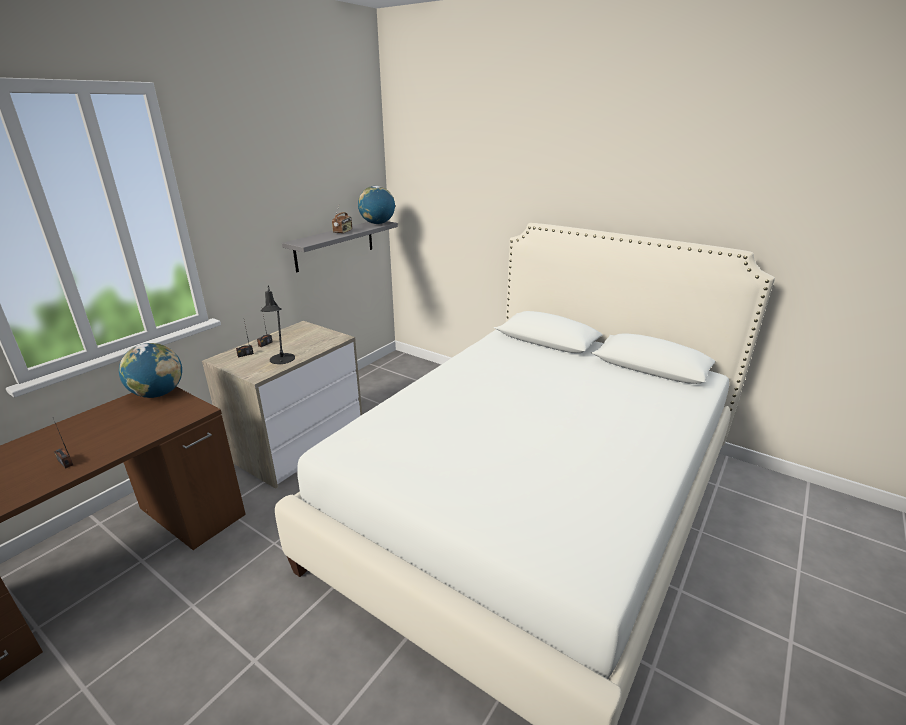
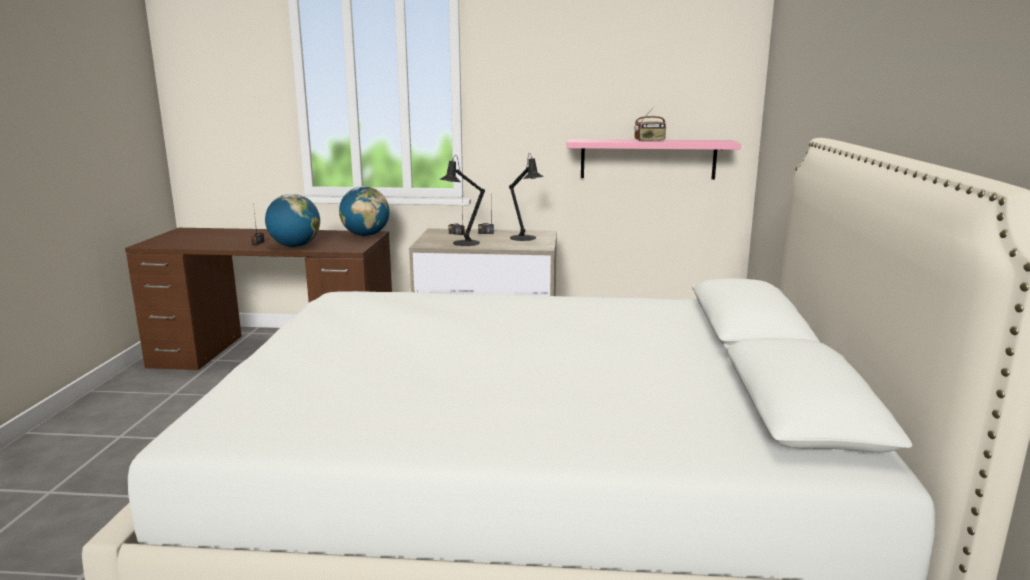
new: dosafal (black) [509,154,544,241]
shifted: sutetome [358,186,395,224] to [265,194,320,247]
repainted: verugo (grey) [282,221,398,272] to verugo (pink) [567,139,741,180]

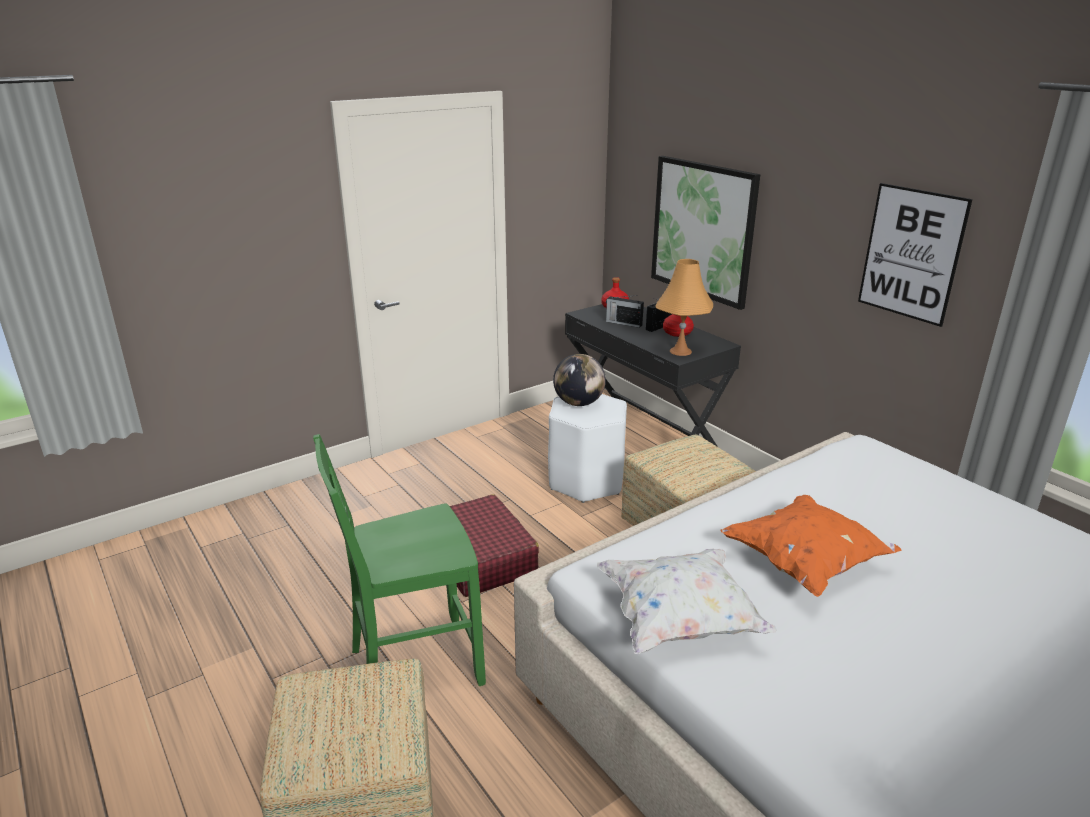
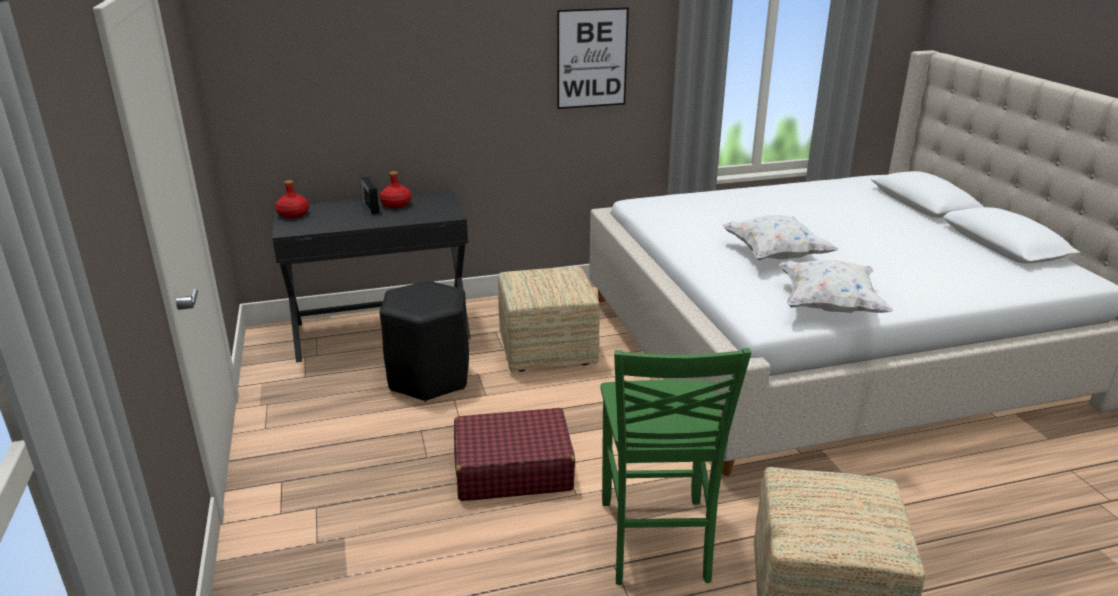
gone: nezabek [651,156,760,310]; dosafal (orange) [655,259,713,356]; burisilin [606,295,644,328]; sutetome [553,354,606,406]
repainted: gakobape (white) [548,394,627,503] to gakobape (black) [379,281,469,402]; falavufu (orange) [720,495,902,597] to falavufu (white) [722,215,839,260]

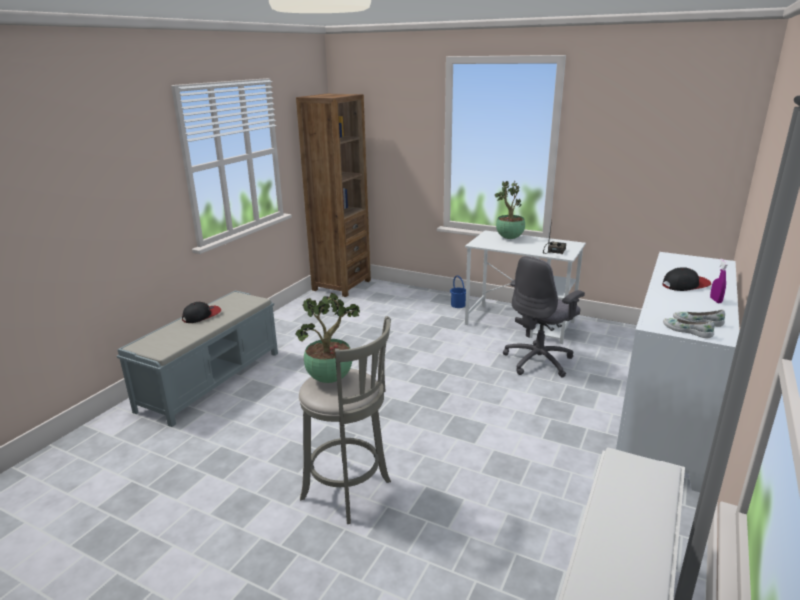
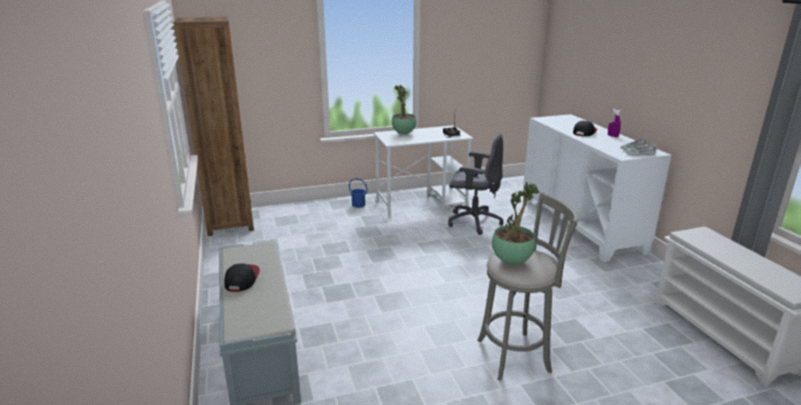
rotated: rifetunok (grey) [503,256,585,378] = [448,133,504,235] 75 degrees counterclockwise

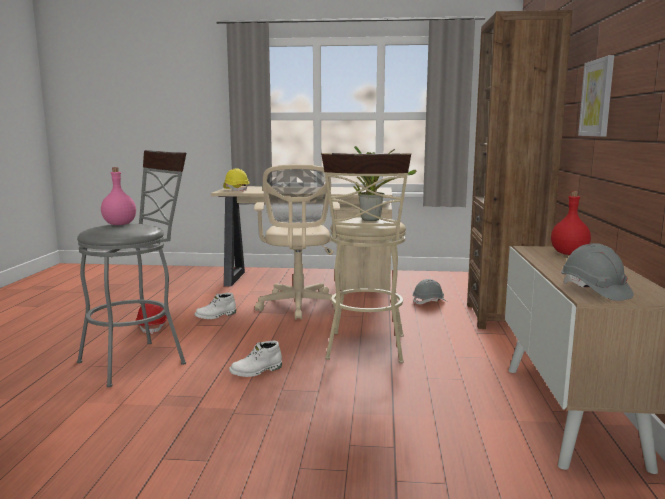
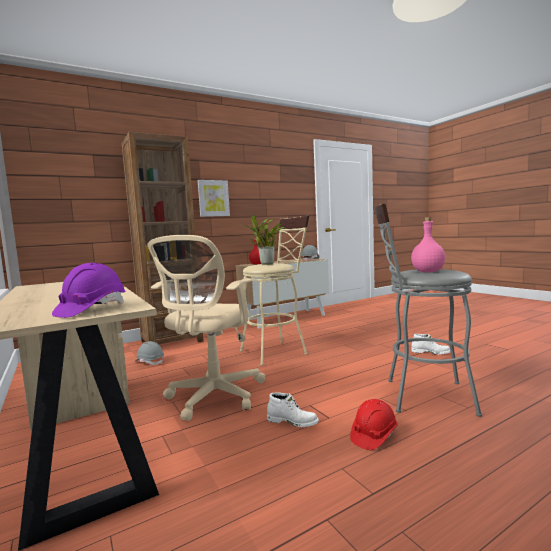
shifted: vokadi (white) [229,341,282,377] to [411,334,451,354]
repainted: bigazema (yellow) [223,168,250,192] to bigazema (purple) [52,263,125,318]
rotated: rifetunok (beige) [254,164,340,320] = [148,235,266,421] 150 degrees clockwise

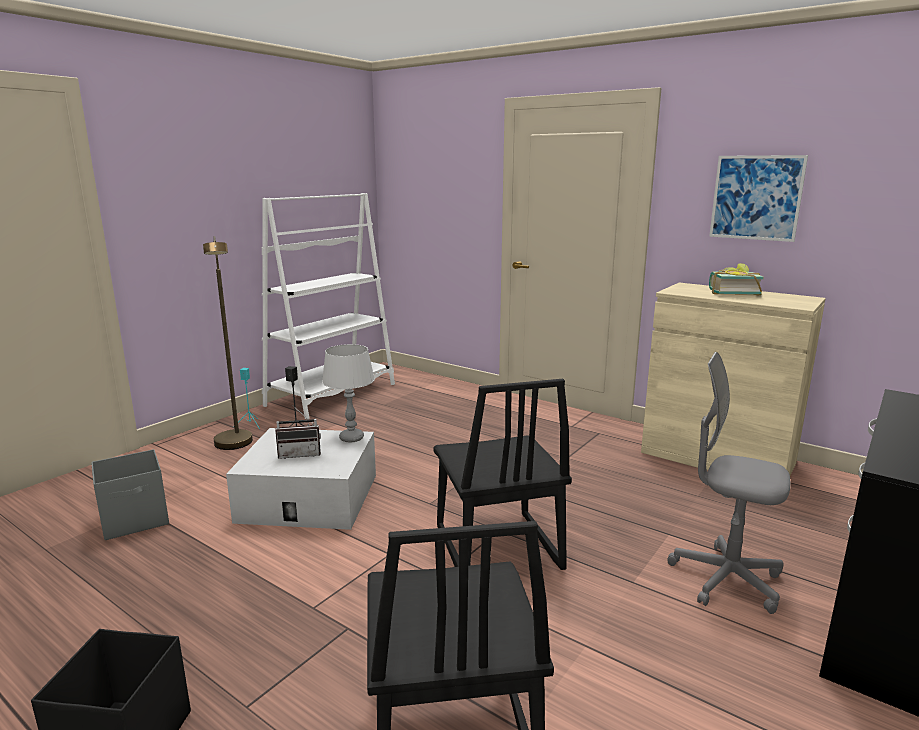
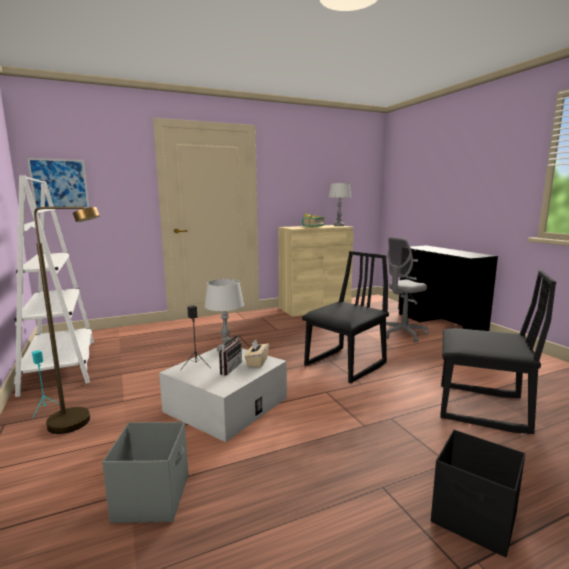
new: dosafal (grey) [328,183,351,226]; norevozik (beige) [244,339,269,367]
shifted: nezabek [709,155,808,242] to [27,158,89,208]
rotated: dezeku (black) [433,379,572,570] = [302,251,389,384] 60 degrees counterclockwise

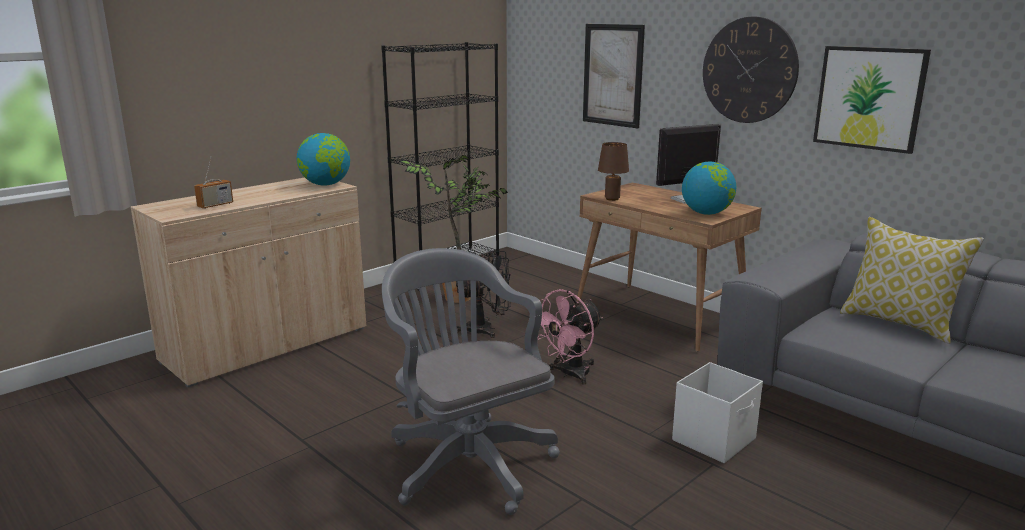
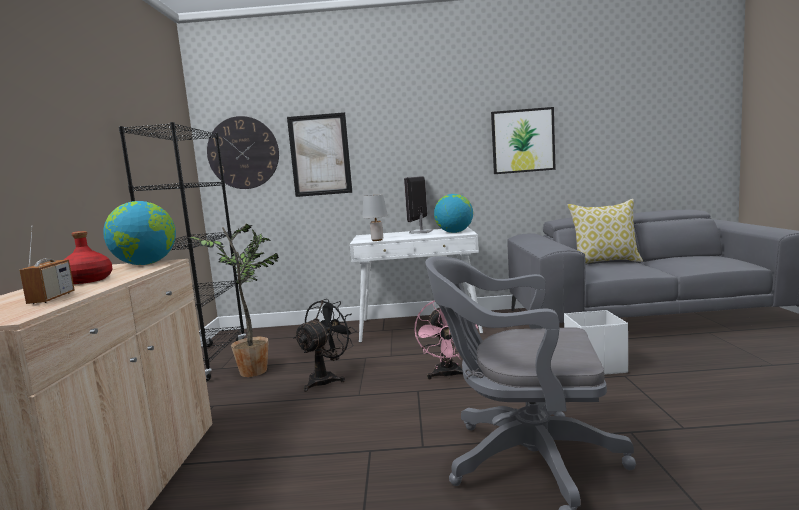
new: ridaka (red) [64,231,112,284]
shifted: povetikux [703,17,799,123] to [207,116,279,189]
repainted: dosafal (brown) [598,142,629,201] to dosafal (grey) [362,194,388,241]; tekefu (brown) [576,183,762,352] to tekefu (white) [350,227,483,343]

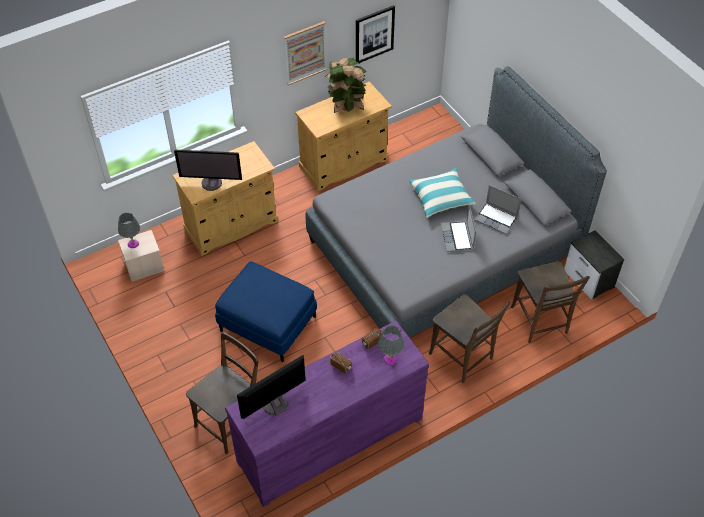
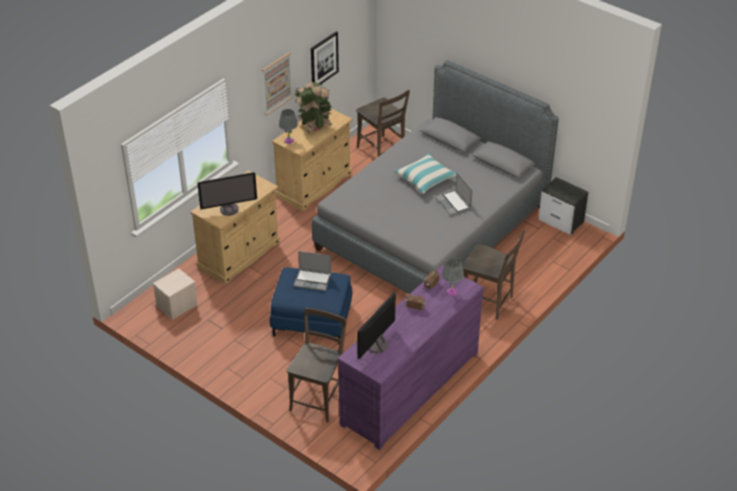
shifted: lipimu [474,185,521,234] to [294,251,331,291]; dosafal (grey) [118,213,140,248] to [279,109,298,144]; dezeku (brown) [511,261,590,343] to [356,90,410,157]

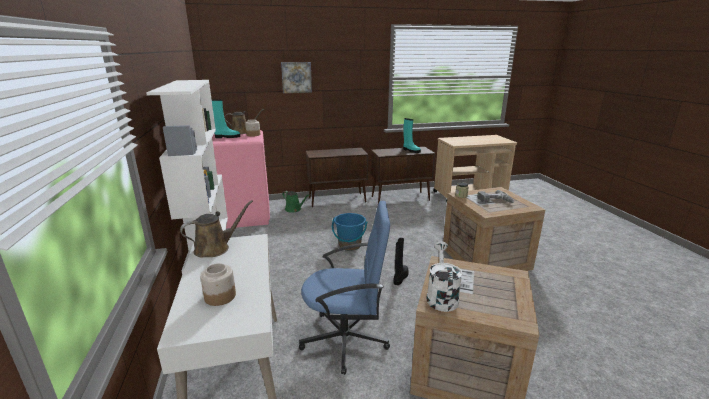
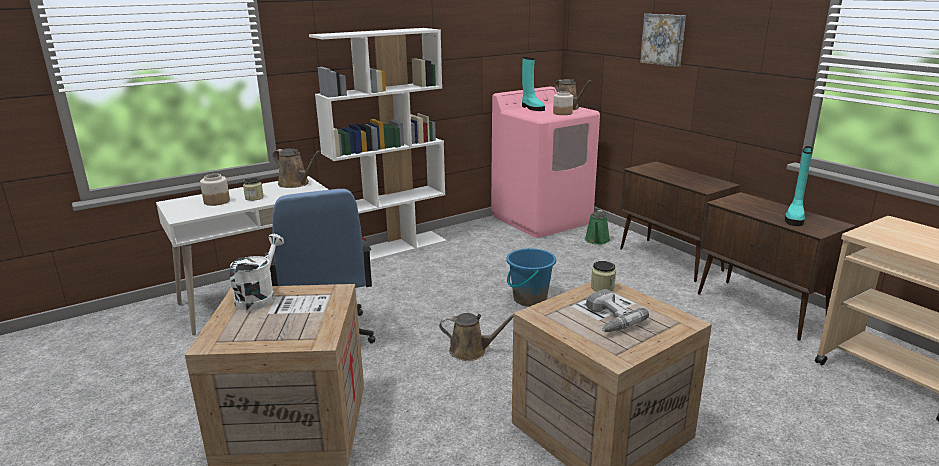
new: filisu [243,178,264,201]
swapped: vokadi (black) [394,238,409,285] to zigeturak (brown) [439,313,513,361]
rotated: zigeturak (white) [426,241,463,312] = [229,234,284,310] 60 degrees counterclockwise

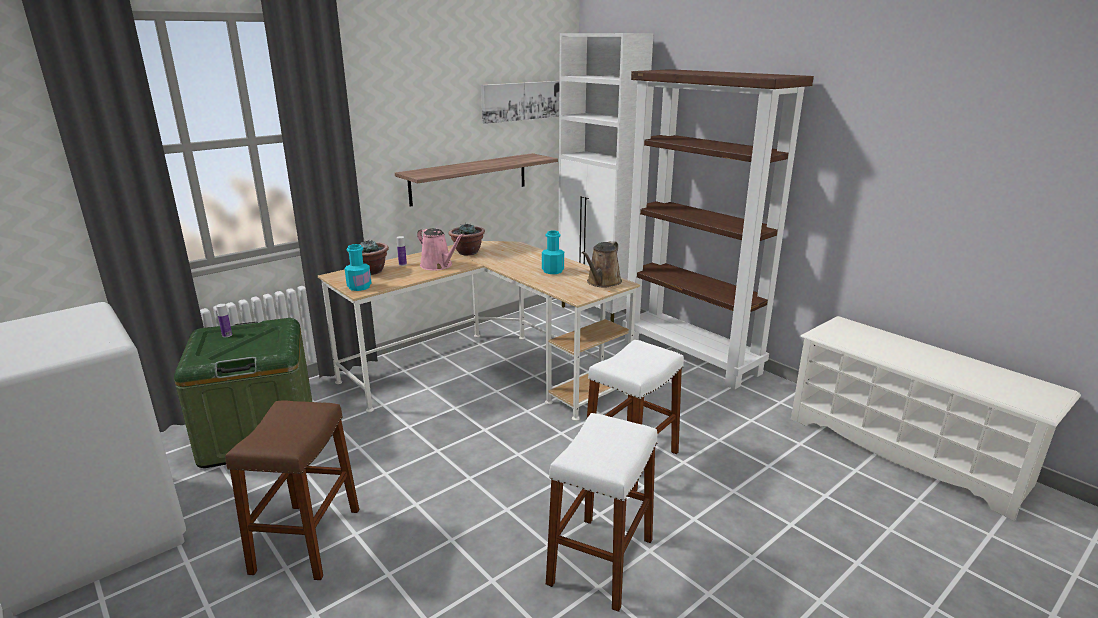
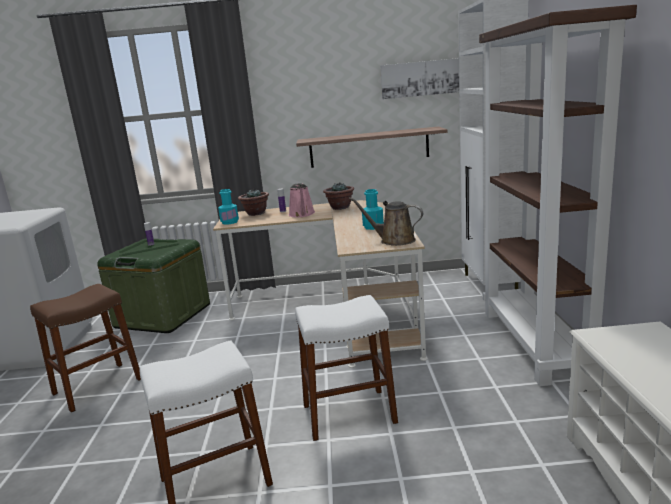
rotated: zigeturak (brown) [582,241,622,287] = [349,197,423,246] 45 degrees clockwise

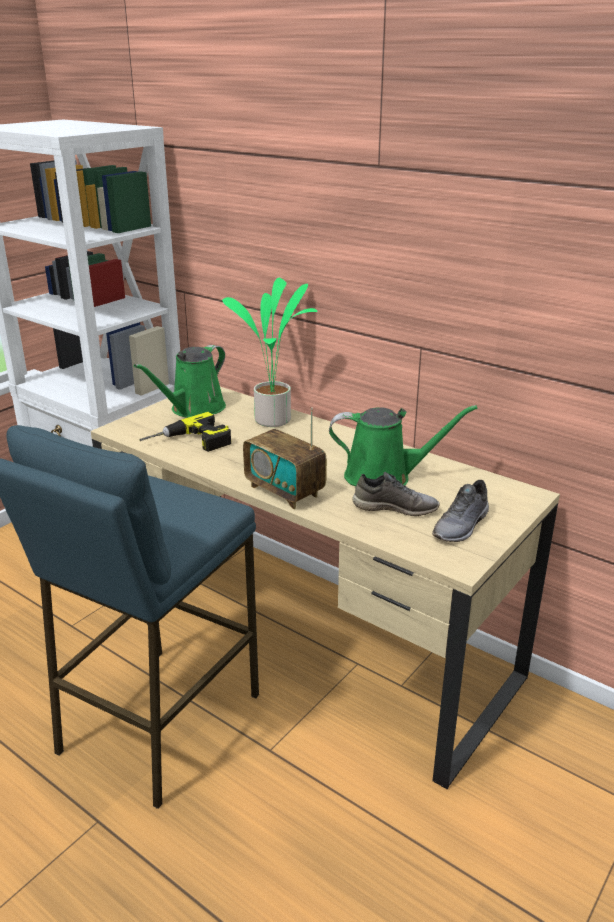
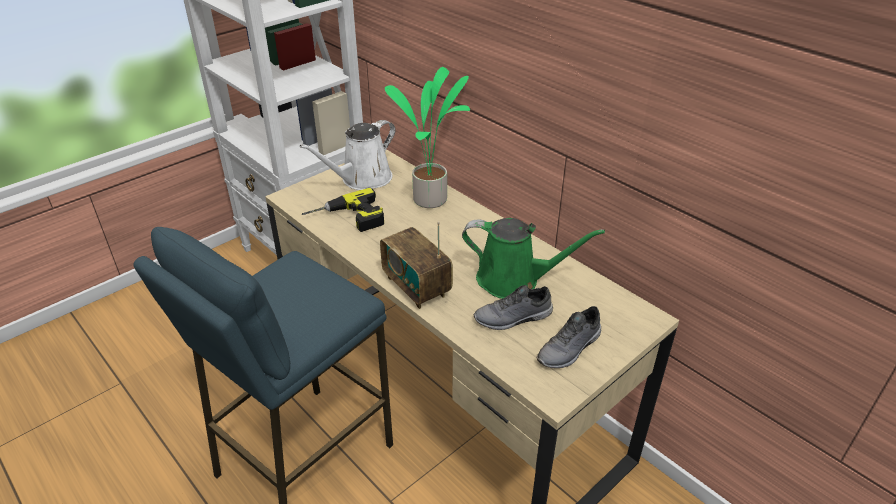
repainted: zigeturak (green) [134,345,226,418] to zigeturak (white) [299,120,396,190]
rotated: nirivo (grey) [352,472,440,516] = [474,285,553,330] 150 degrees clockwise

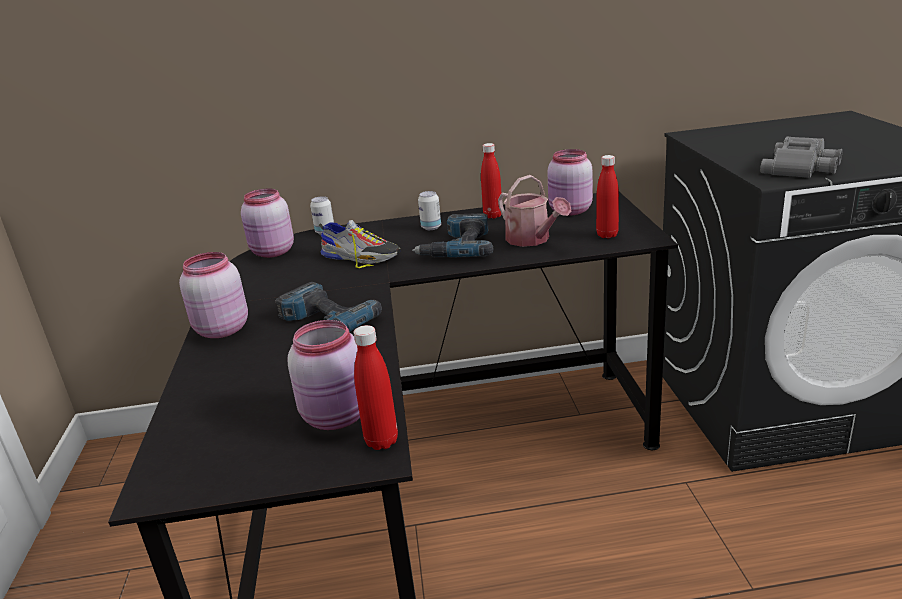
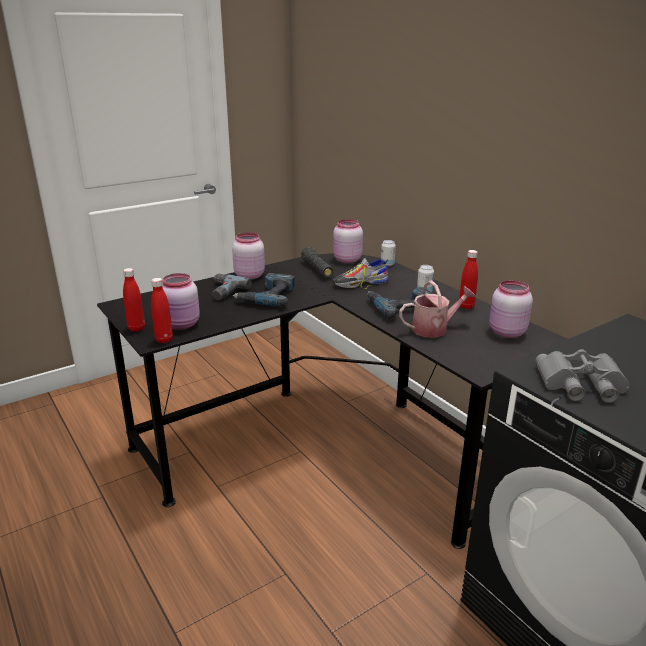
new: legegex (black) [301,247,333,278]; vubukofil [212,274,251,300]
shifted: ridaka (red) [596,155,619,238] to [123,268,145,332]
rotated: zigeturak [498,175,571,247] = [399,281,476,338] 135 degrees counterclockwise; nirivo [319,220,401,268] = [333,258,389,289] 75 degrees clockwise

